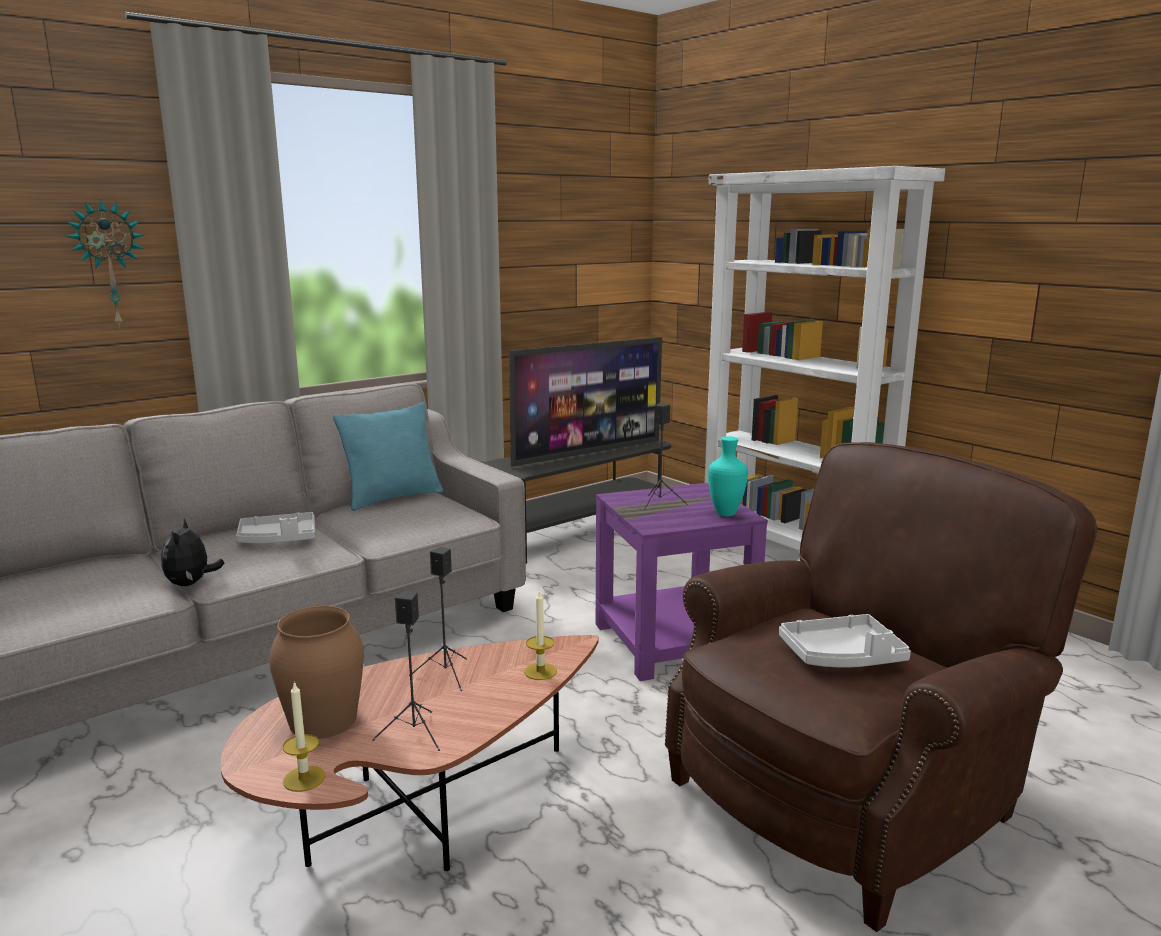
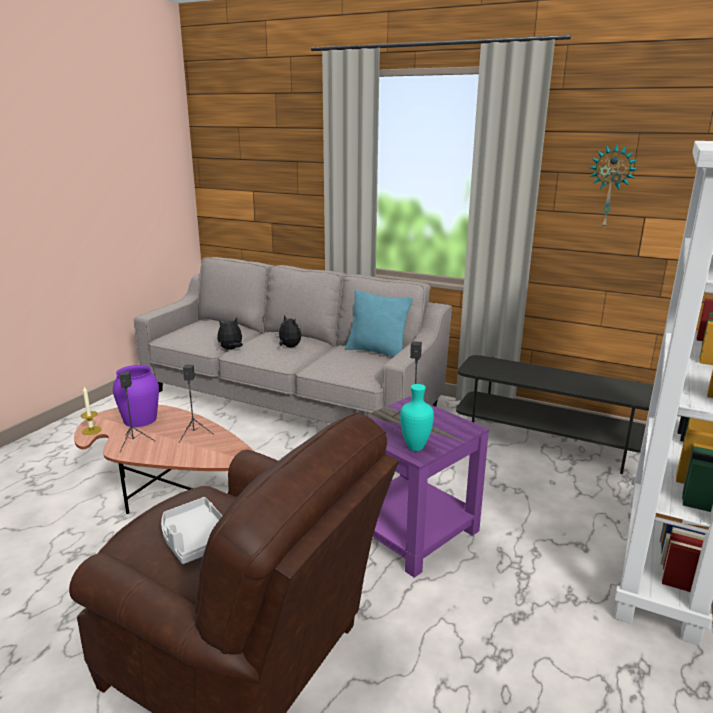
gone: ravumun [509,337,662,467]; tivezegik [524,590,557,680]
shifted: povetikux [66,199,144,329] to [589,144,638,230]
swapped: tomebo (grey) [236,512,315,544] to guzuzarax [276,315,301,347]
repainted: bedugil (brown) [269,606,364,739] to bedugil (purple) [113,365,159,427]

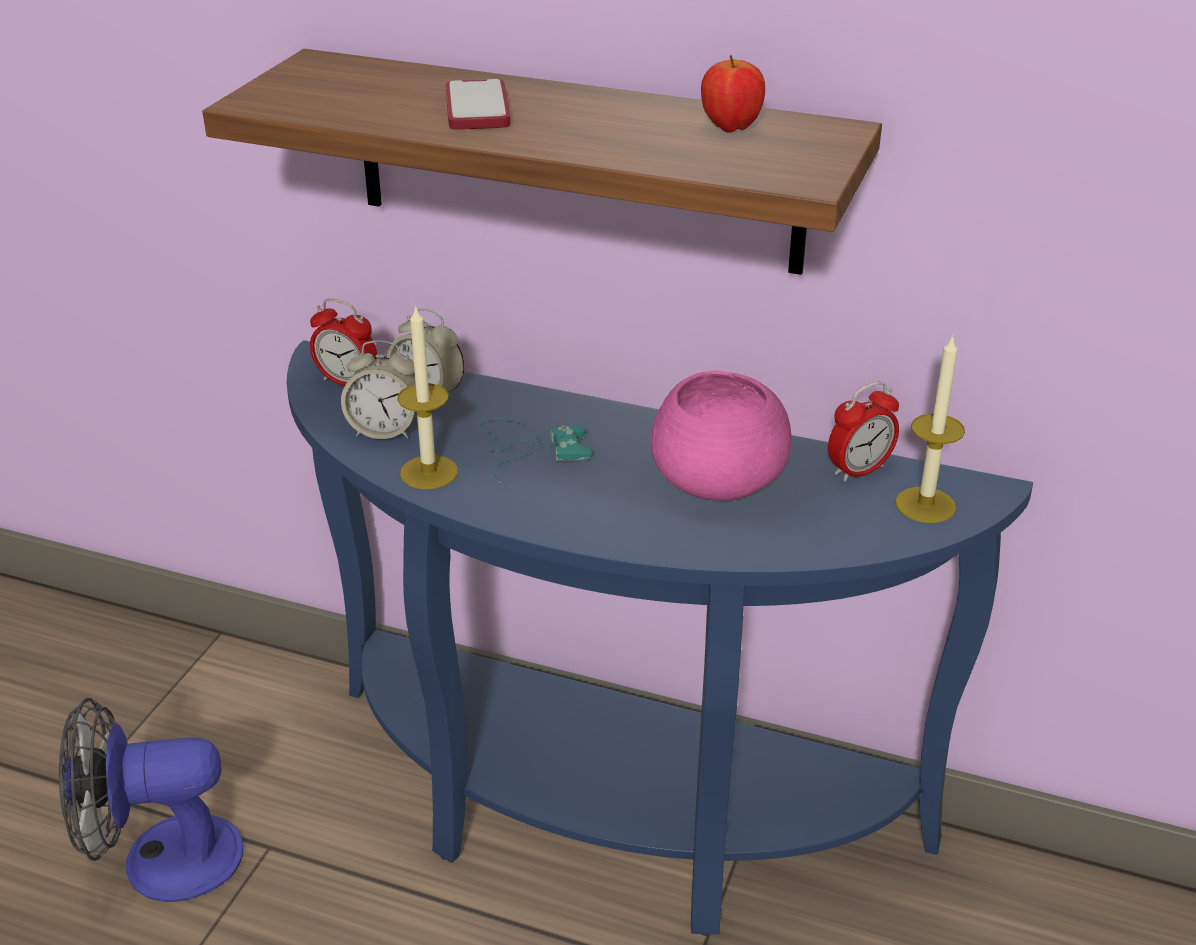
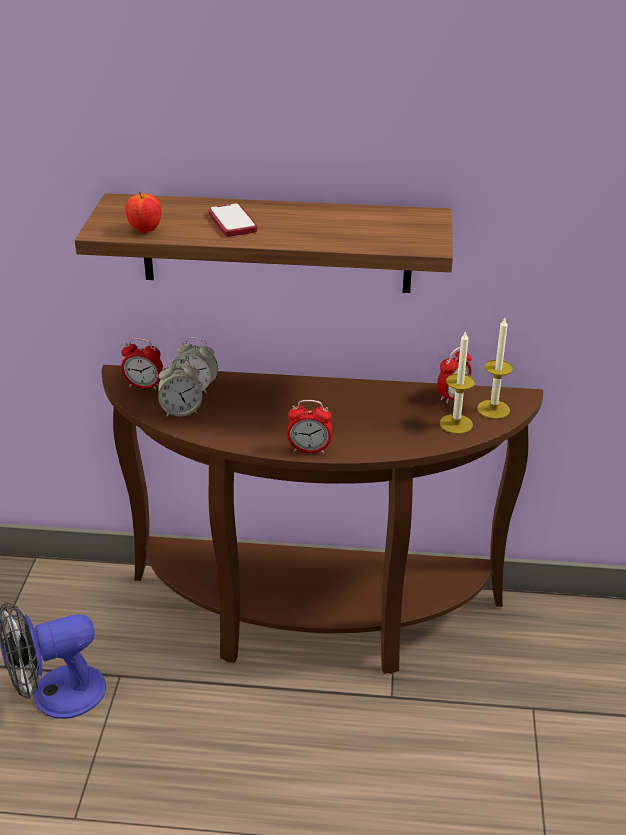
gone: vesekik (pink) [651,371,791,501]; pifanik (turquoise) [477,418,593,485]
new: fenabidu [287,400,332,453]
shifted: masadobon [701,55,765,133] to [125,192,161,233]; tivezegik [397,305,458,489] to [440,330,475,434]
repainted: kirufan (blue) [287,340,1033,936] to kirufan (brown) [101,365,543,674]

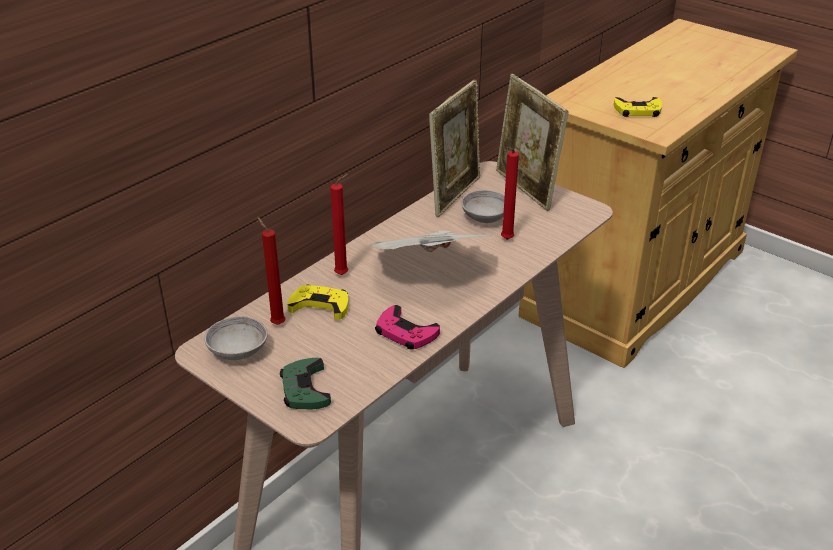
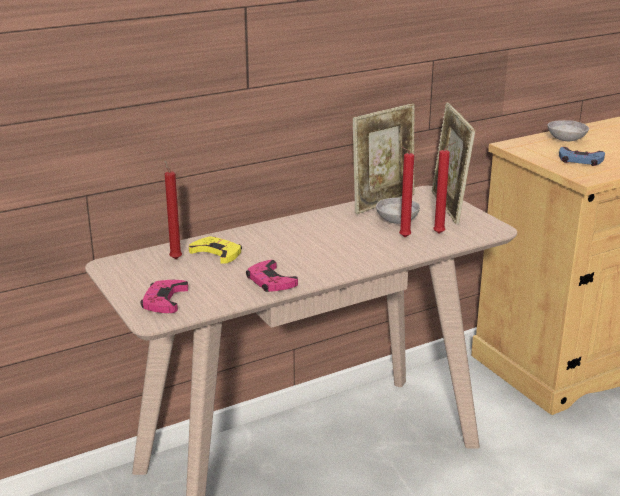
gone: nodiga [370,230,490,252]
shifted: tivezegik (red) [330,174,348,275] to [433,142,456,234]; vesekik (grey) [204,316,268,360] to [548,120,589,141]
repainted: pifanik (yellow) [614,97,662,117] to pifanik (blue) [559,147,605,166]; pifanik (green) [280,358,331,409] to pifanik (pink) [141,280,188,313]

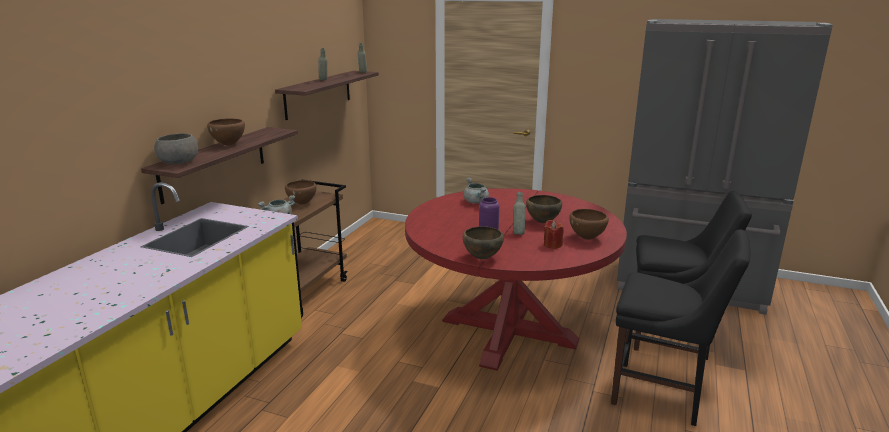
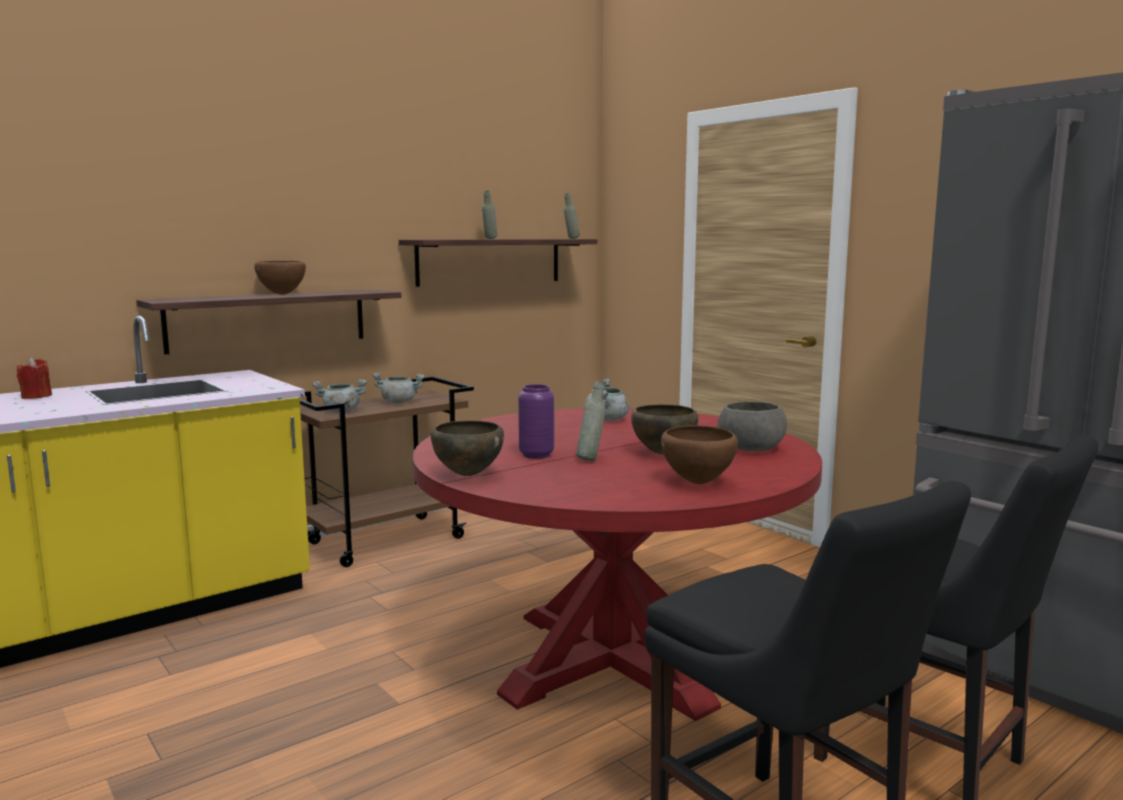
shifted: vesekik (grey) [154,133,198,164] to [718,401,787,451]; tivezegik (red) [544,220,564,249] to [17,358,52,399]
swapped: vesekik (brown) [285,180,317,205] to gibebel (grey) [372,372,425,403]

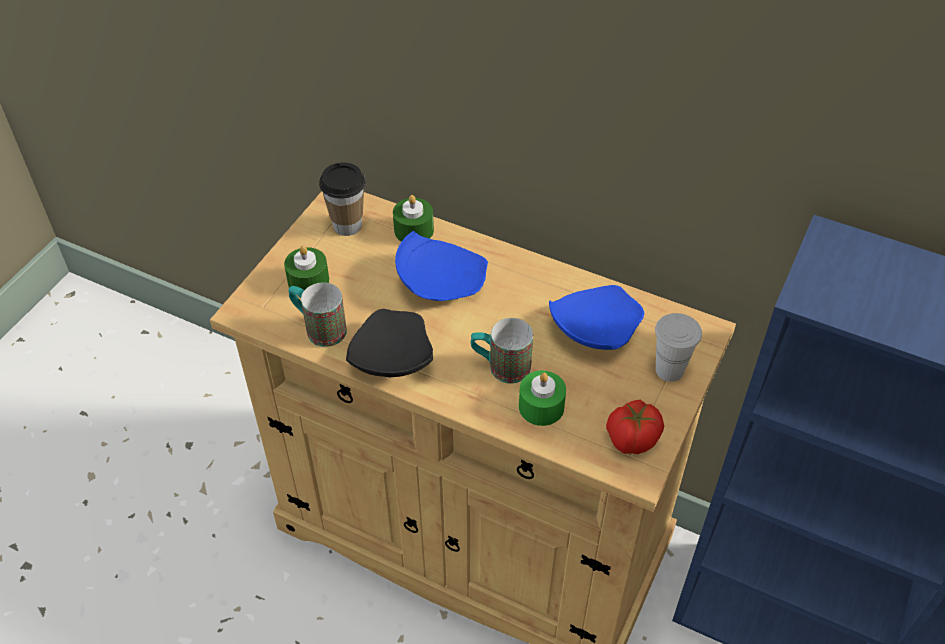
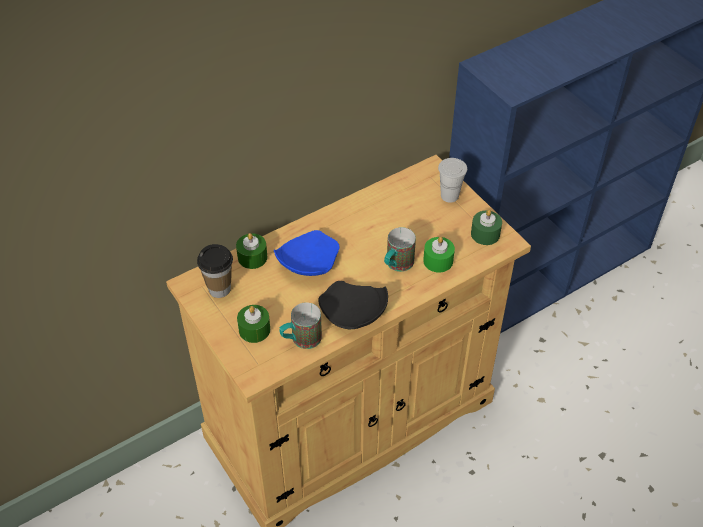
gone: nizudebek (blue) [549,285,644,350]
swapped: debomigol [606,399,664,454] to tivezegik (green) [471,210,502,245]

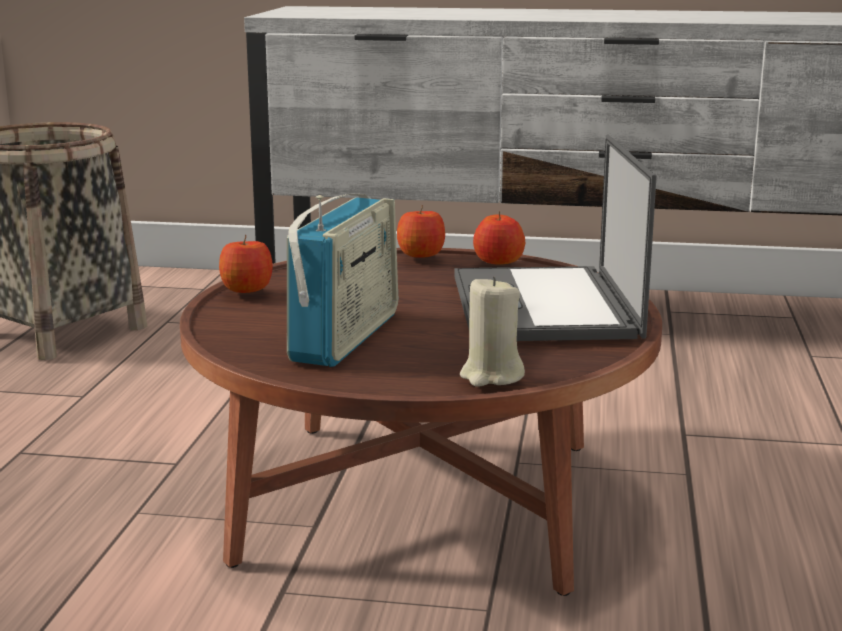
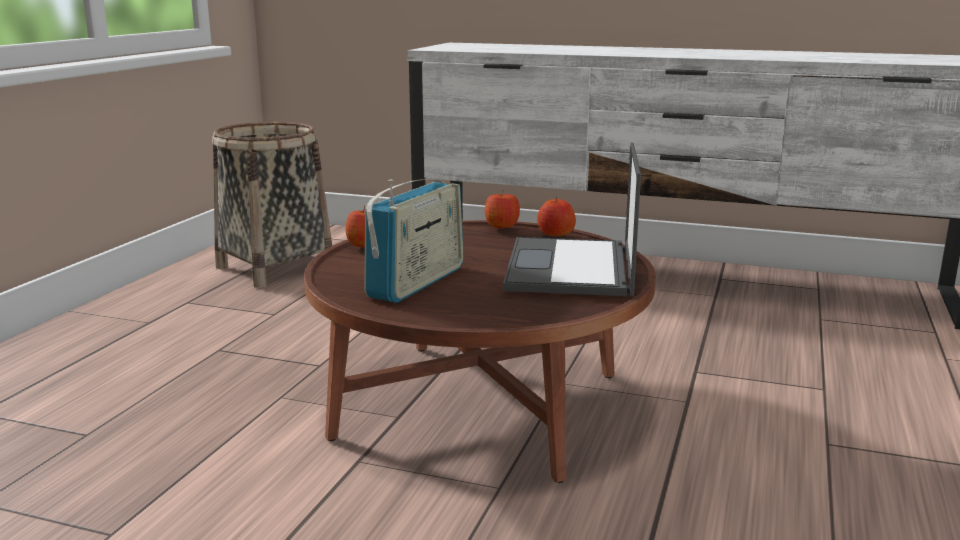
gone: tivezegik (beige) [460,276,525,387]

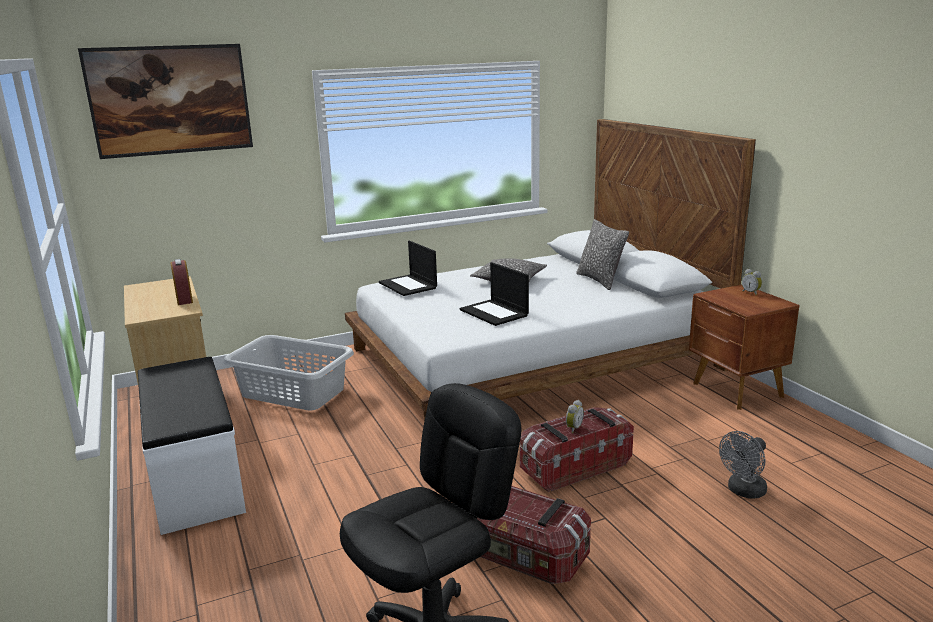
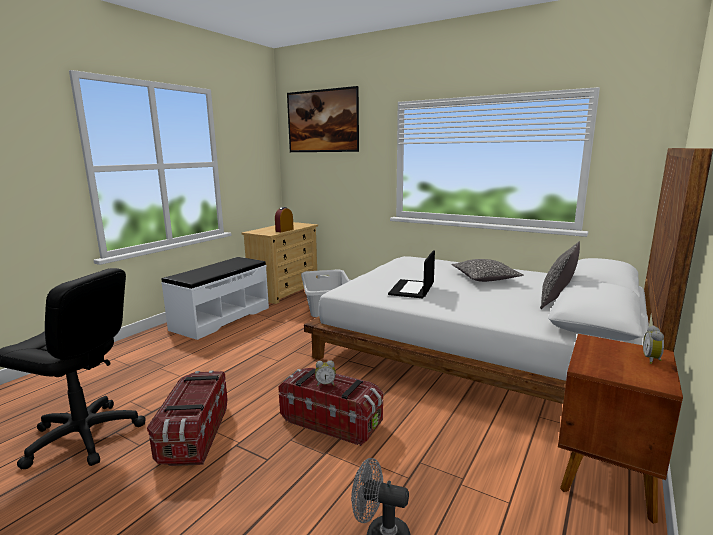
gone: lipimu [379,241,437,296]

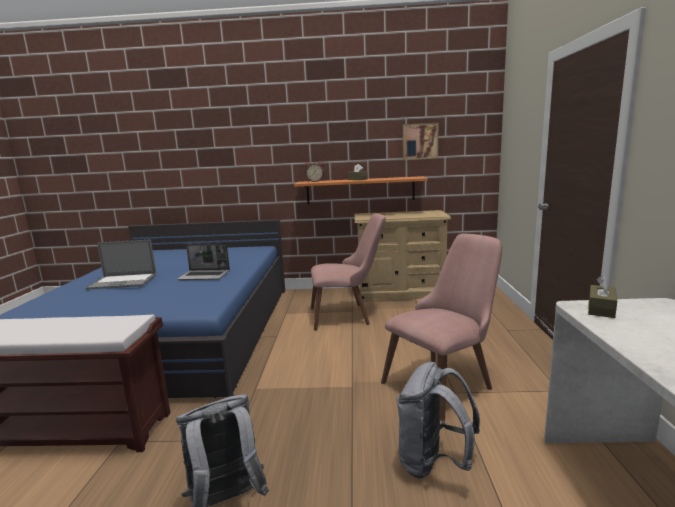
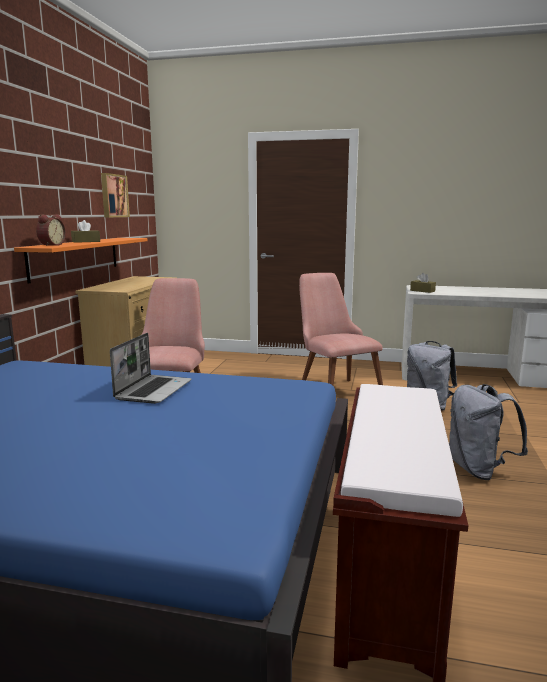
gone: lipimu [86,240,156,290]

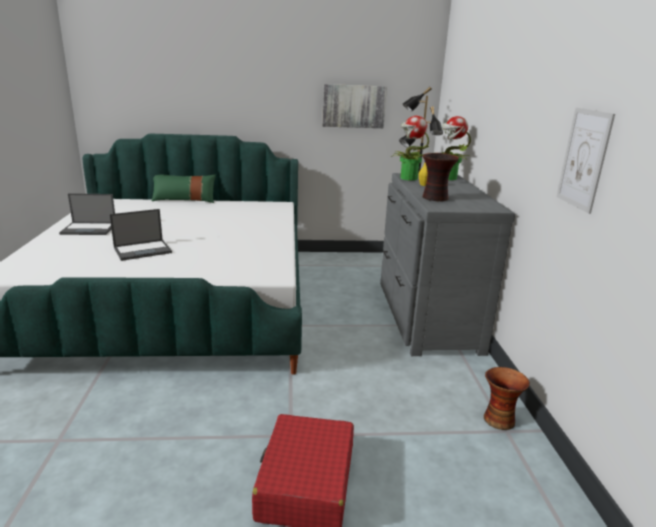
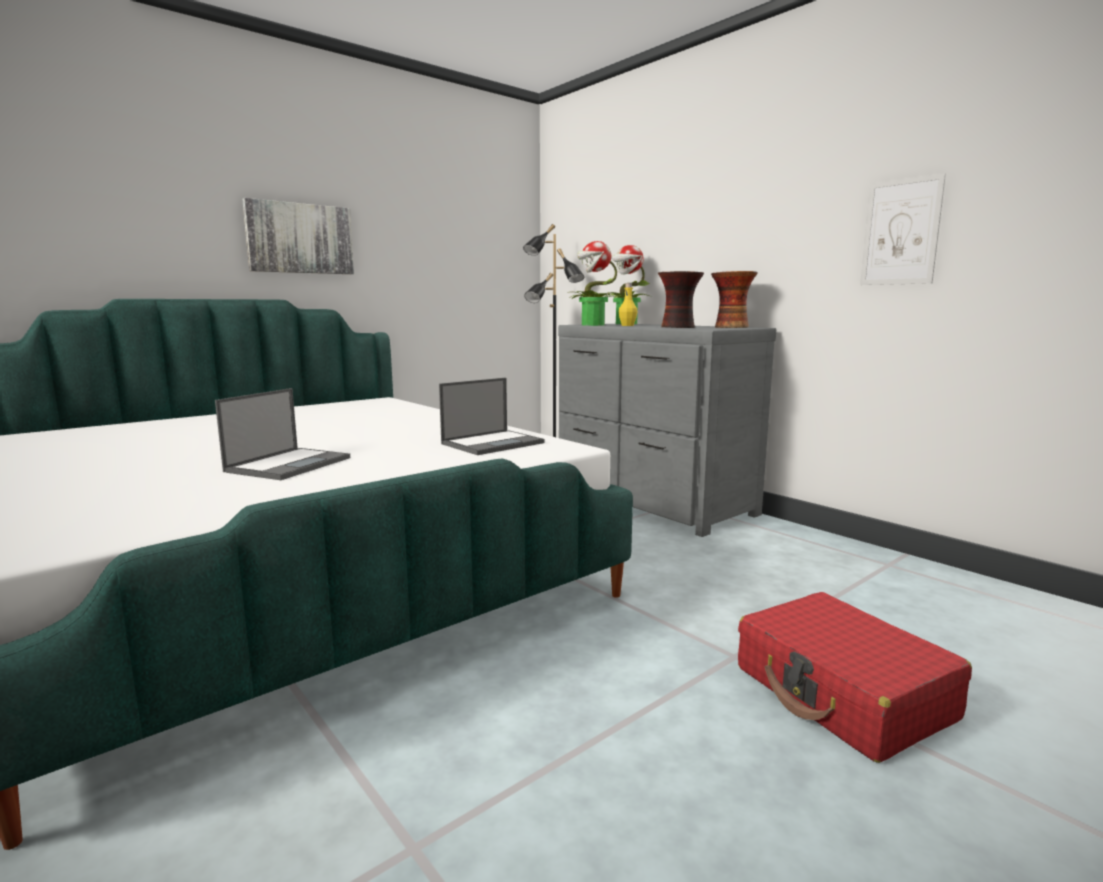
gone: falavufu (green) [151,175,216,203]
shifted: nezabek [322,84,387,128] to [242,198,354,274]; lipimu [59,193,115,235] to [439,378,545,455]; bedugil [484,367,530,430] to [711,271,758,328]

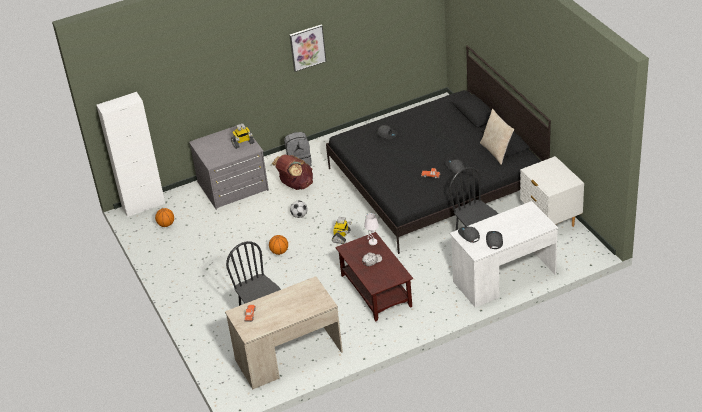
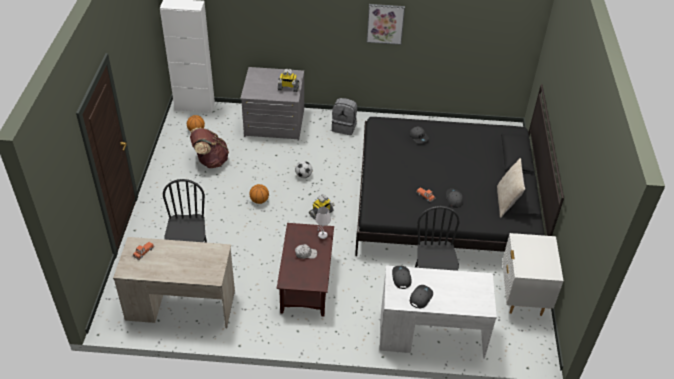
shifted: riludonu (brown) [272,155,313,190] to [190,127,229,168]

